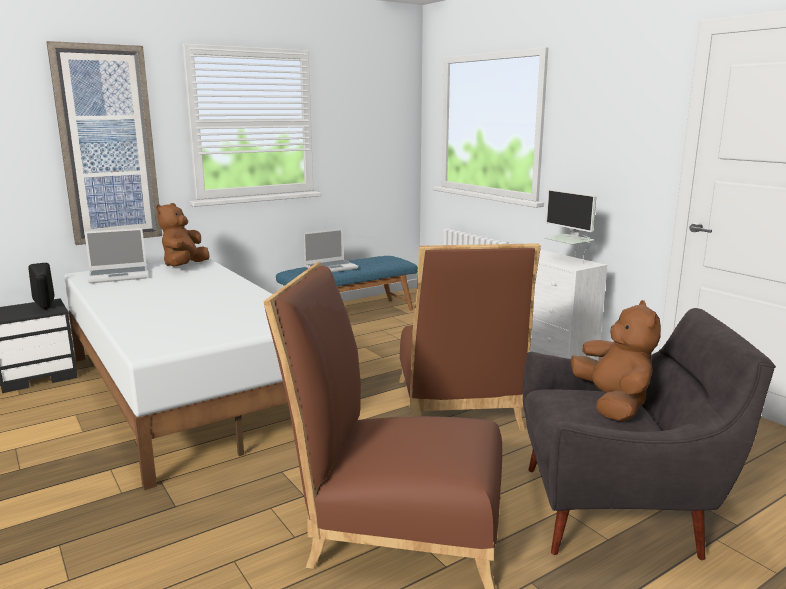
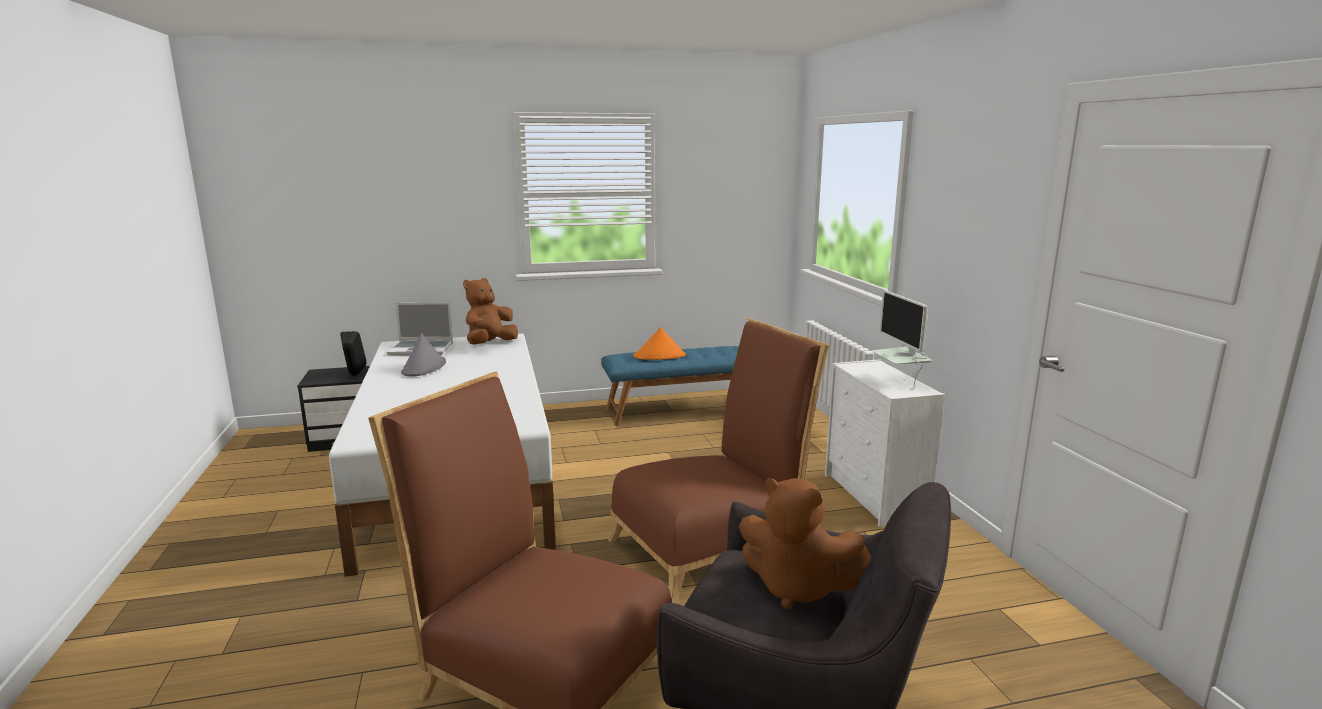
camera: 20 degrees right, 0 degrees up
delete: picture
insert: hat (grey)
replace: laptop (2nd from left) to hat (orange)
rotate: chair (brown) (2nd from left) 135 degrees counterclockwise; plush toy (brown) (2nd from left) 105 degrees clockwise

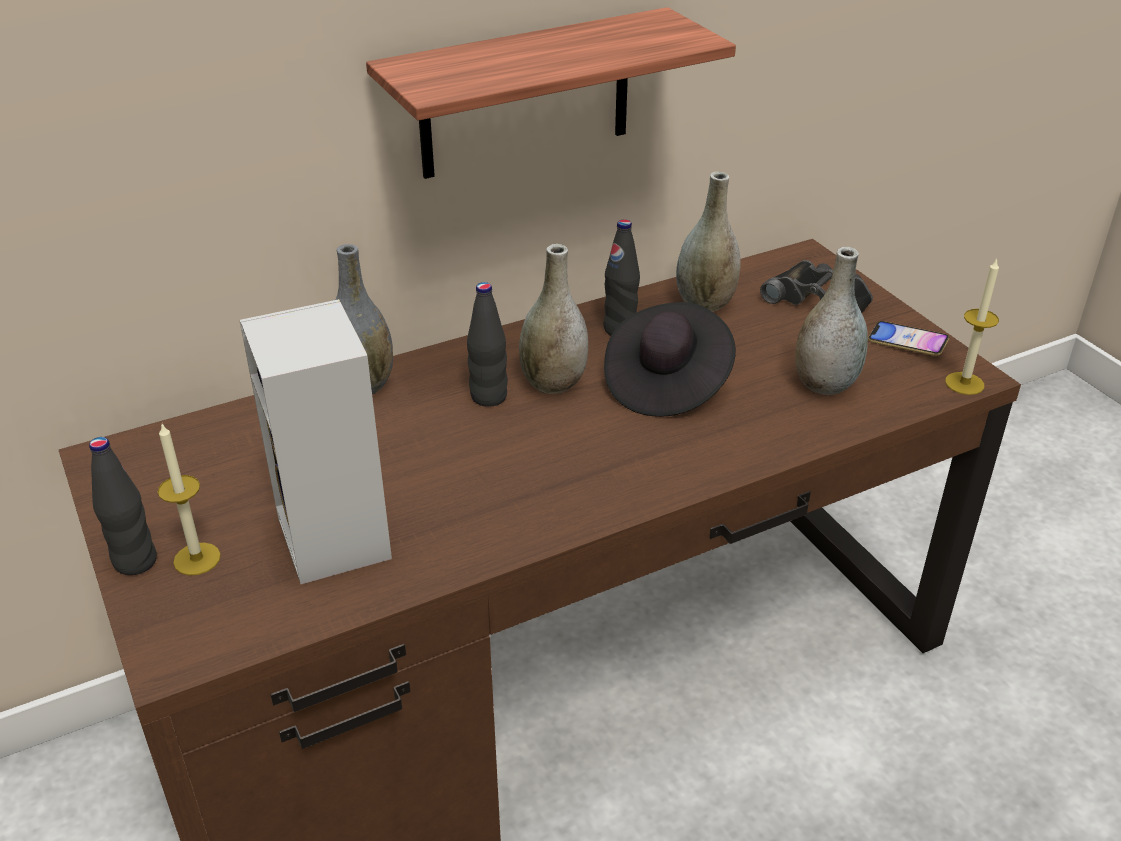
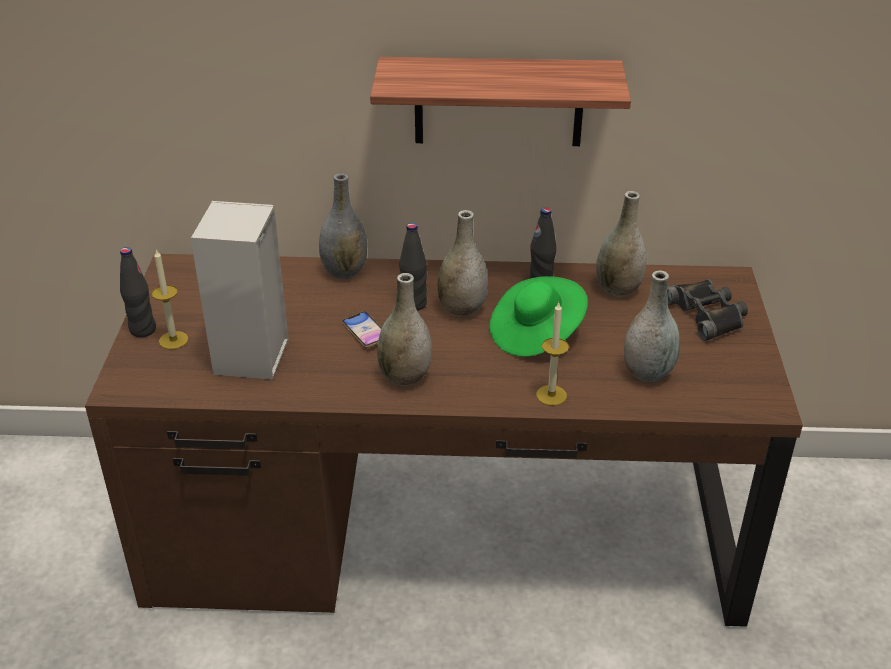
camera: 30 degrees right, 0 degrees up
insert: vase (grey) (2nd from left)
move: phone; candle (2nd from left)
recolor: hat (black) to hat (green)

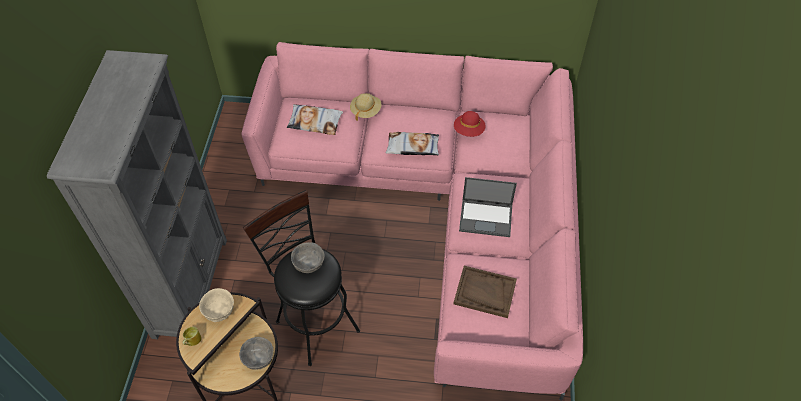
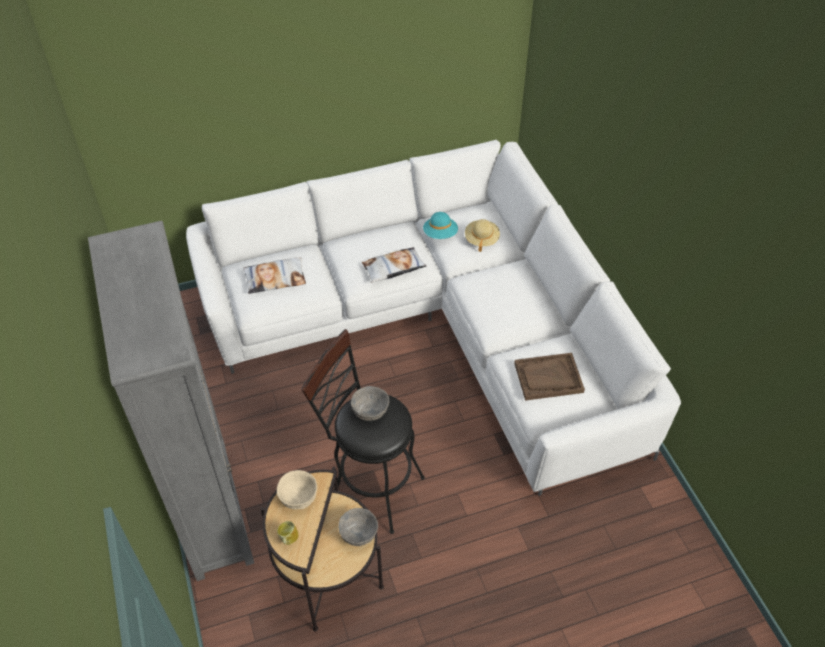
camera: 25 degrees left, 5 degrees down
delete: laptop
move: hat (beige)
recolor: sofa (pink) to sofa (white); hat (red) to hat (turquoise)

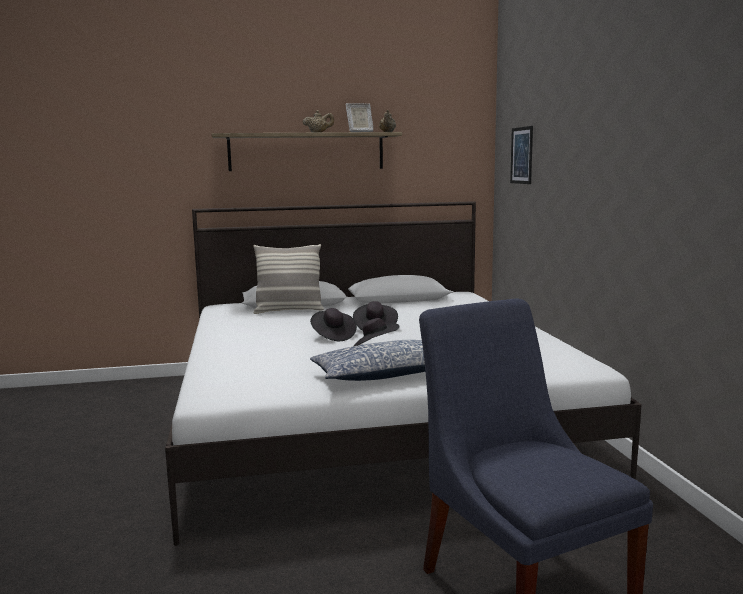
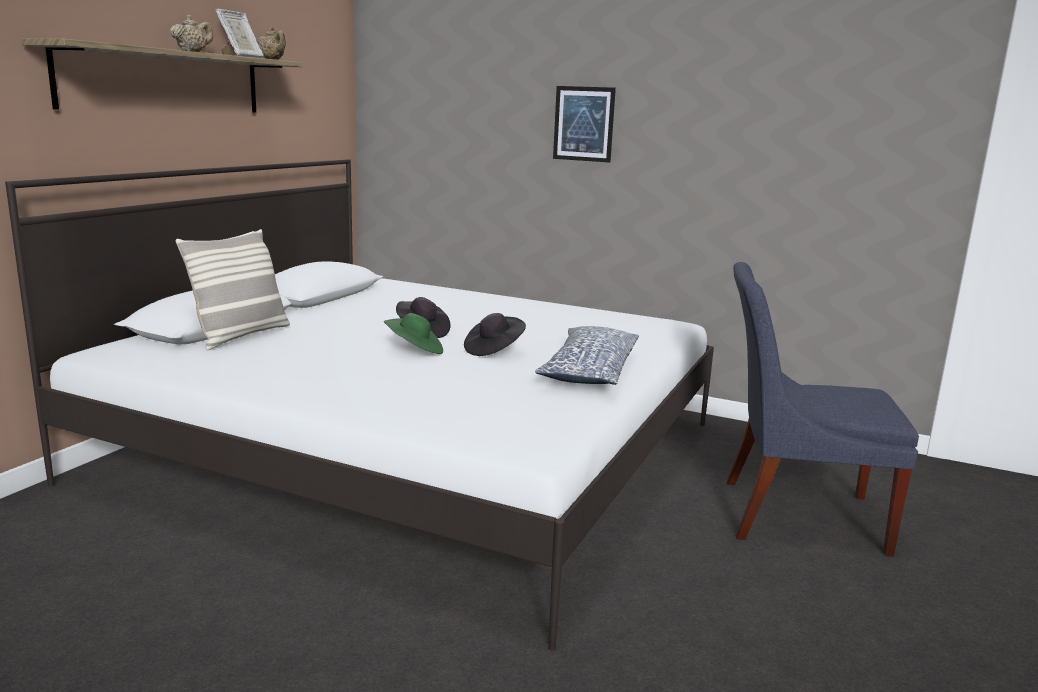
camera: 55 degrees left, 5 degrees up
move: picture
recolor: hat (black) (1st from left) to hat (green)

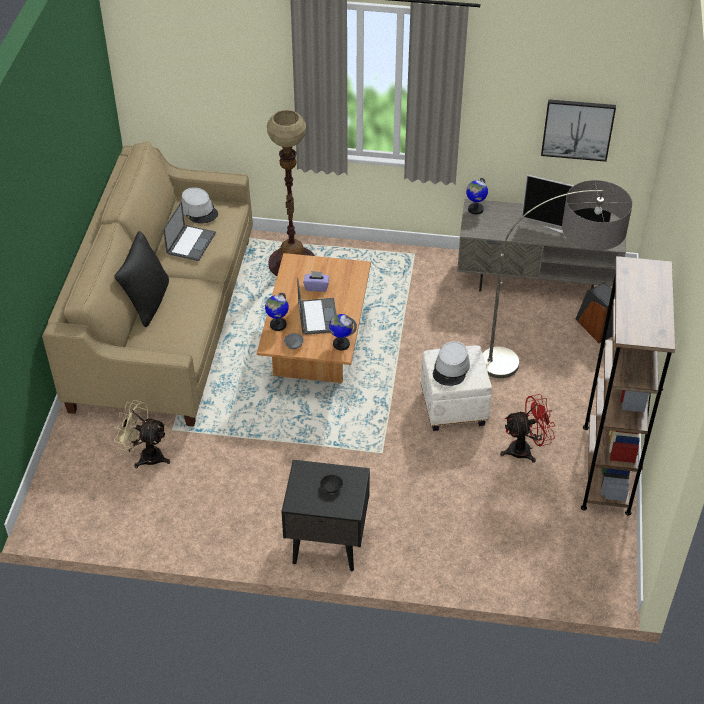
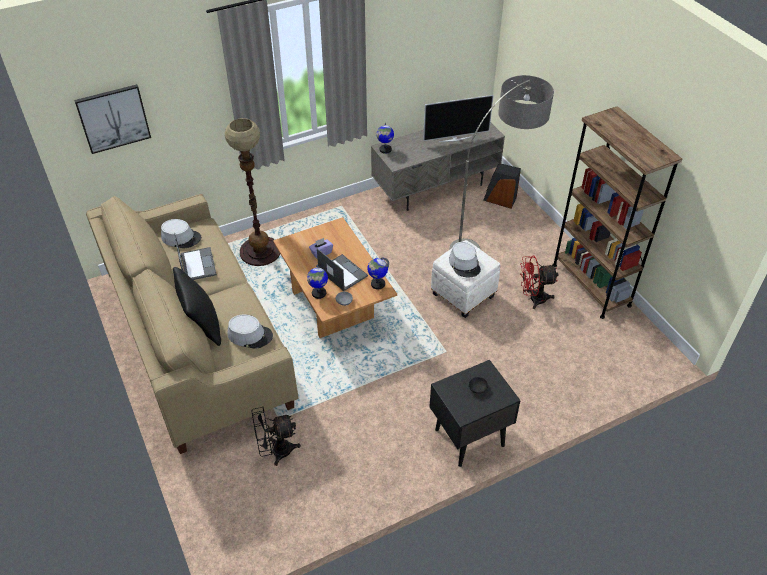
camera: 35 degrees left, 0 degrees up
insert: hat (grey) (2nd from left)
move: picture
recolor: fan (beige) to fan (black)
rotate: fan (red) 135 degrees counterclockwise

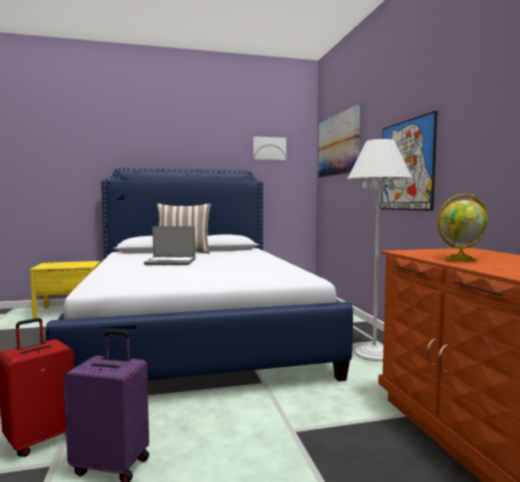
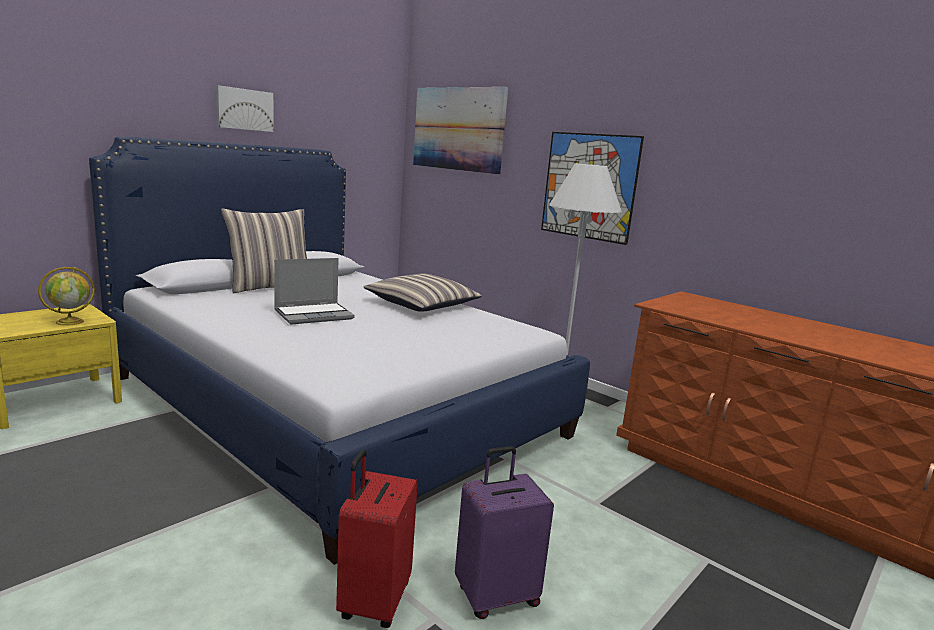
camera: 35 degrees left, 10 degrees up
insert: pillow (2nd from left)
move: globe; picture (1st from left)

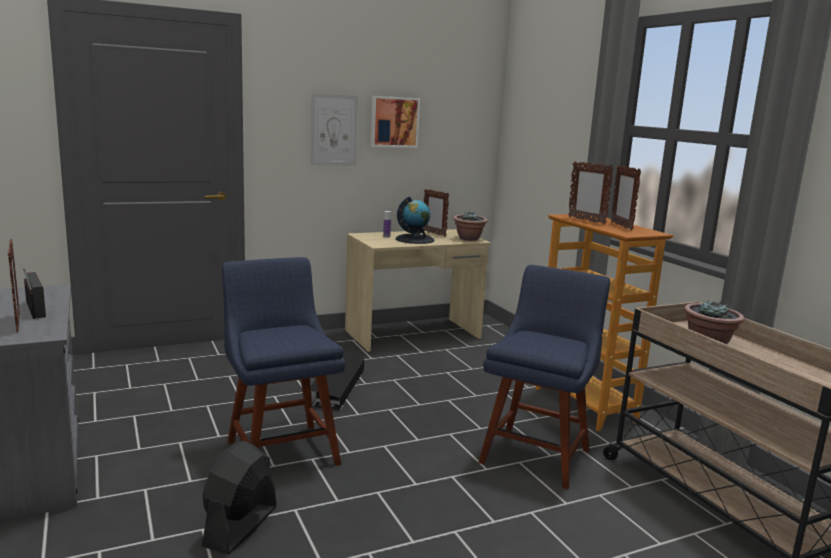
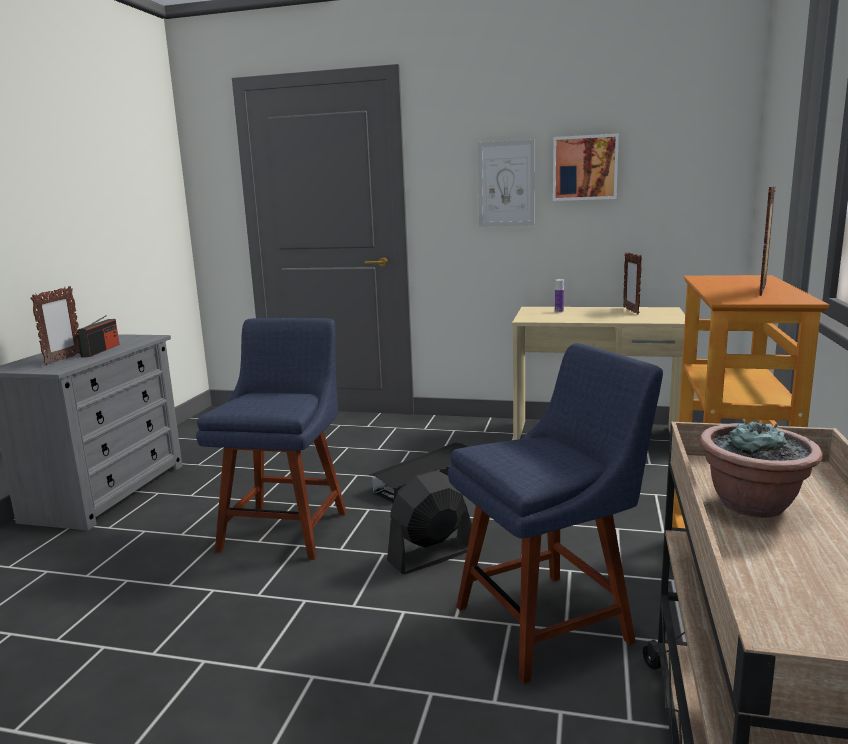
camera: 40 degrees right, 0 degrees up
delete: globe; potted plant (1st from left); picture frame (3rd from left)
move: fan (black)

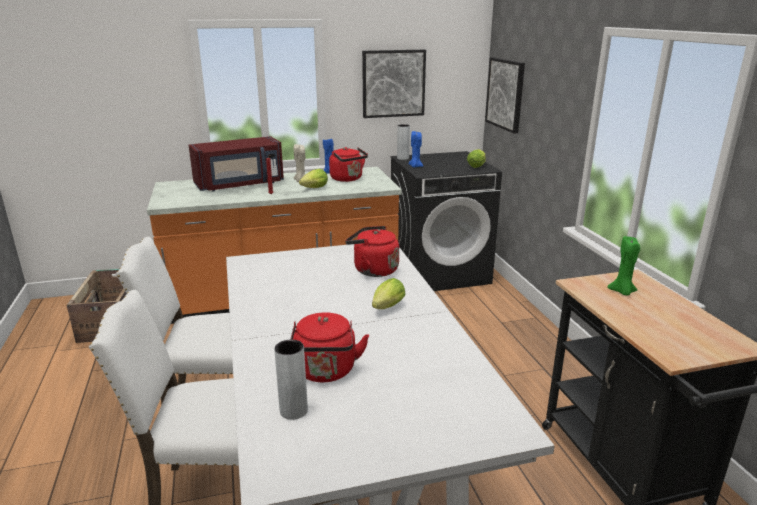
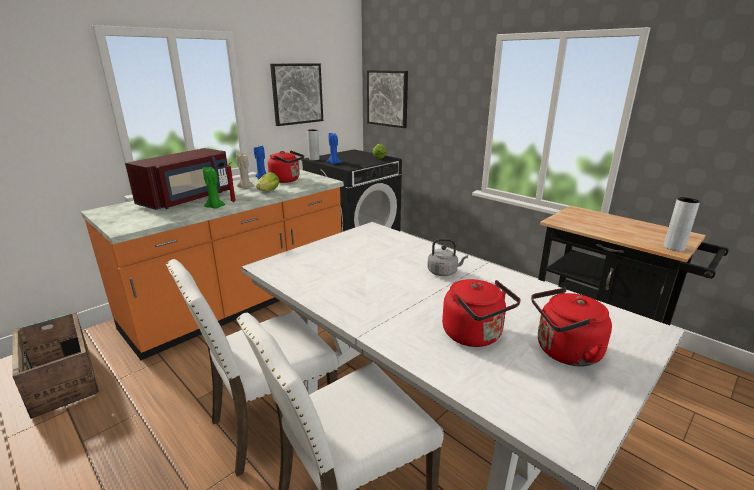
camera: 30 degrees left, 0 degrees up
move: candle (green); kettle (red) (3rd from left); vase (grey) (1st from left in the first image) to vase (grey) (2nd from left)
replace: lettuce (2nd from left) to kettle (grey)

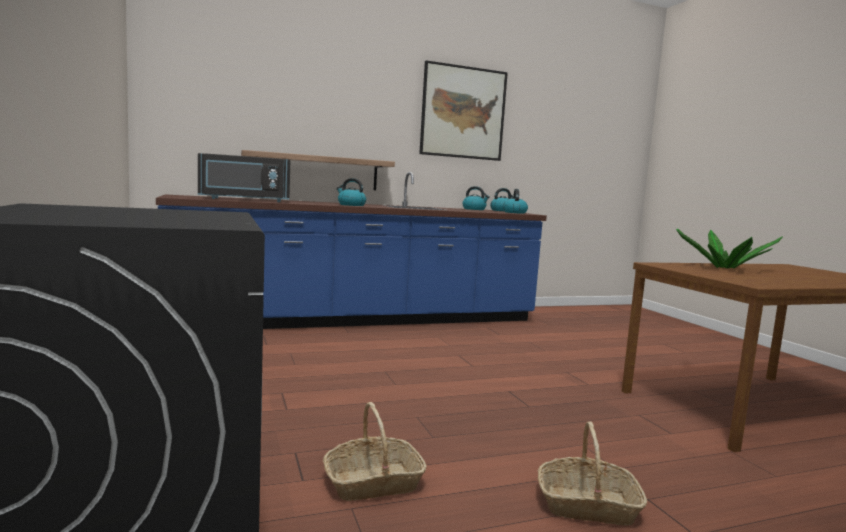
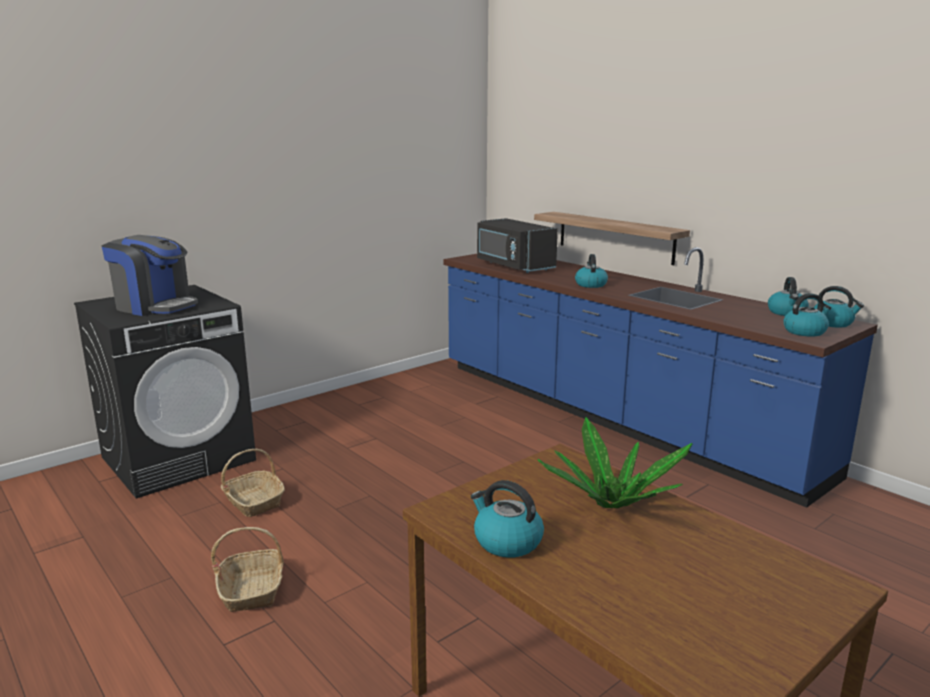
camera: 70 degrees right, 10 degrees up
delete: picture
insert: coffee machine; kettle (1st from left)

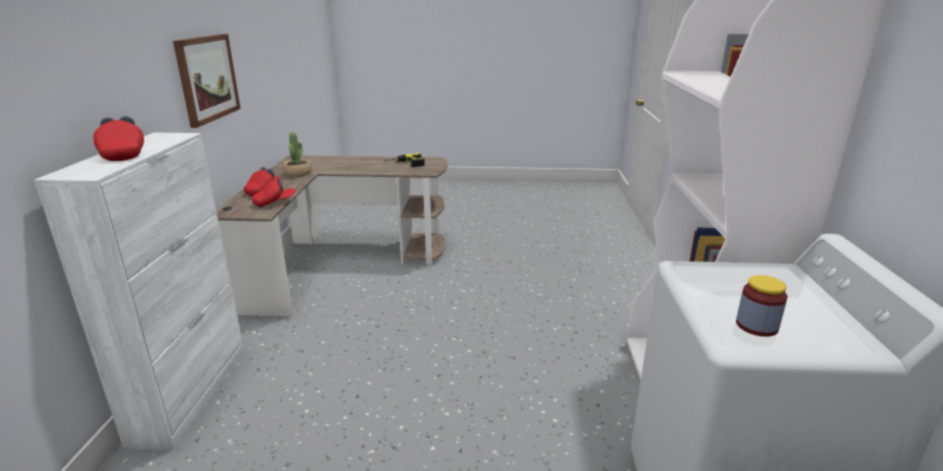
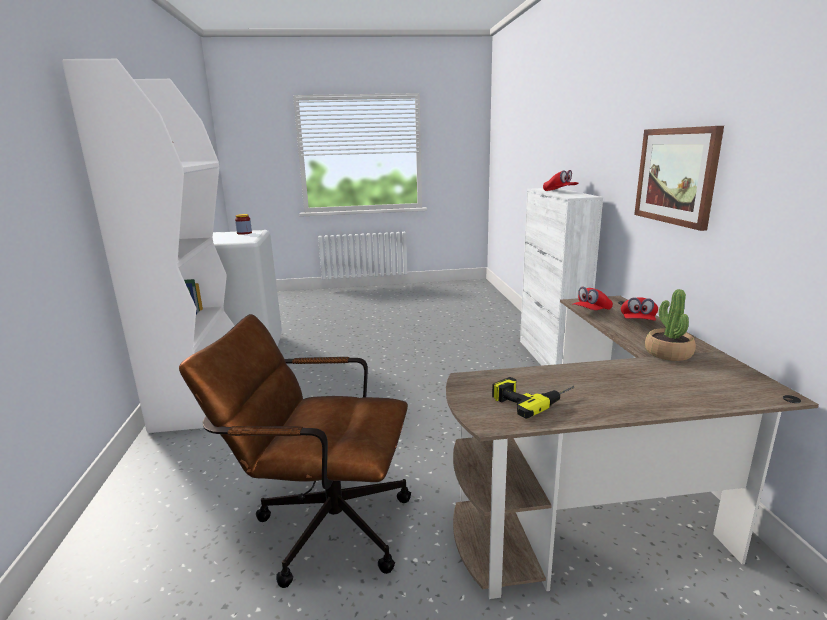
camera: 170 degrees right, 5 degrees down
insert: office chair (brown)

